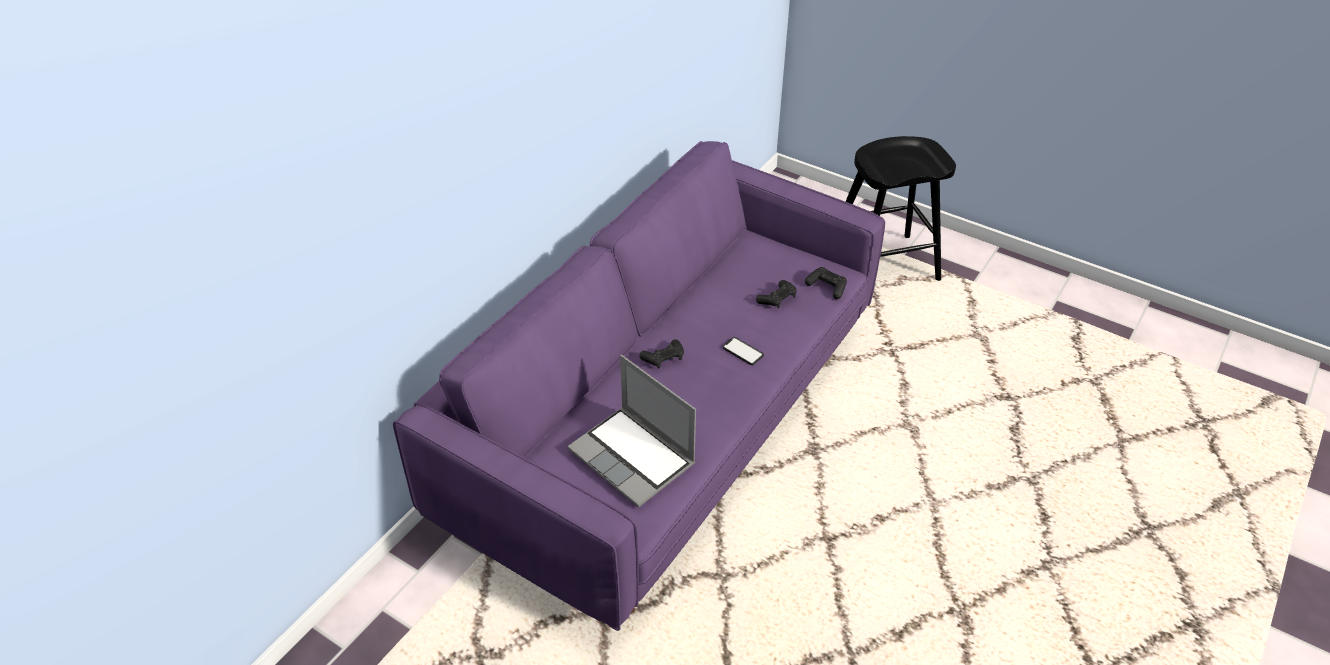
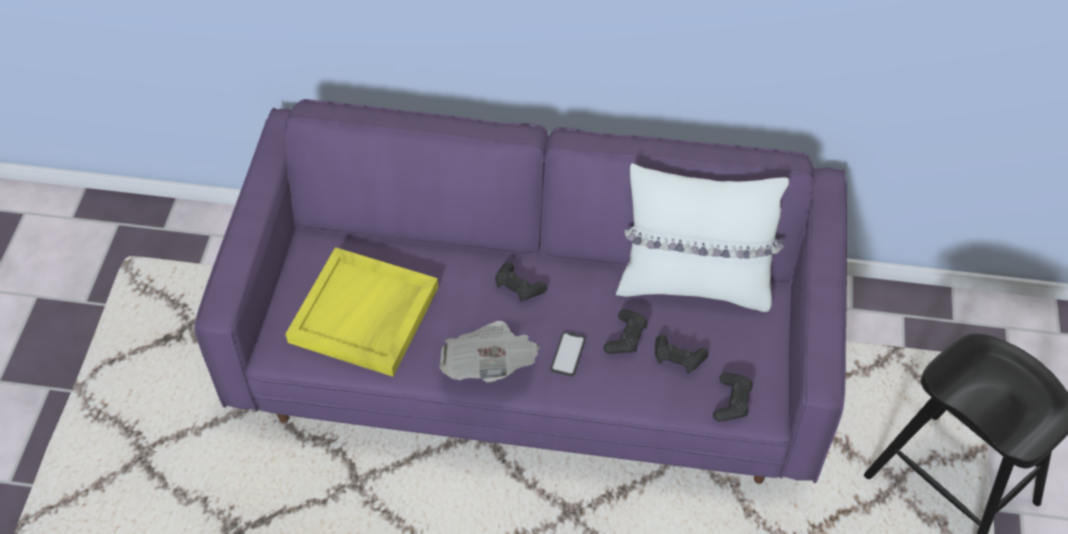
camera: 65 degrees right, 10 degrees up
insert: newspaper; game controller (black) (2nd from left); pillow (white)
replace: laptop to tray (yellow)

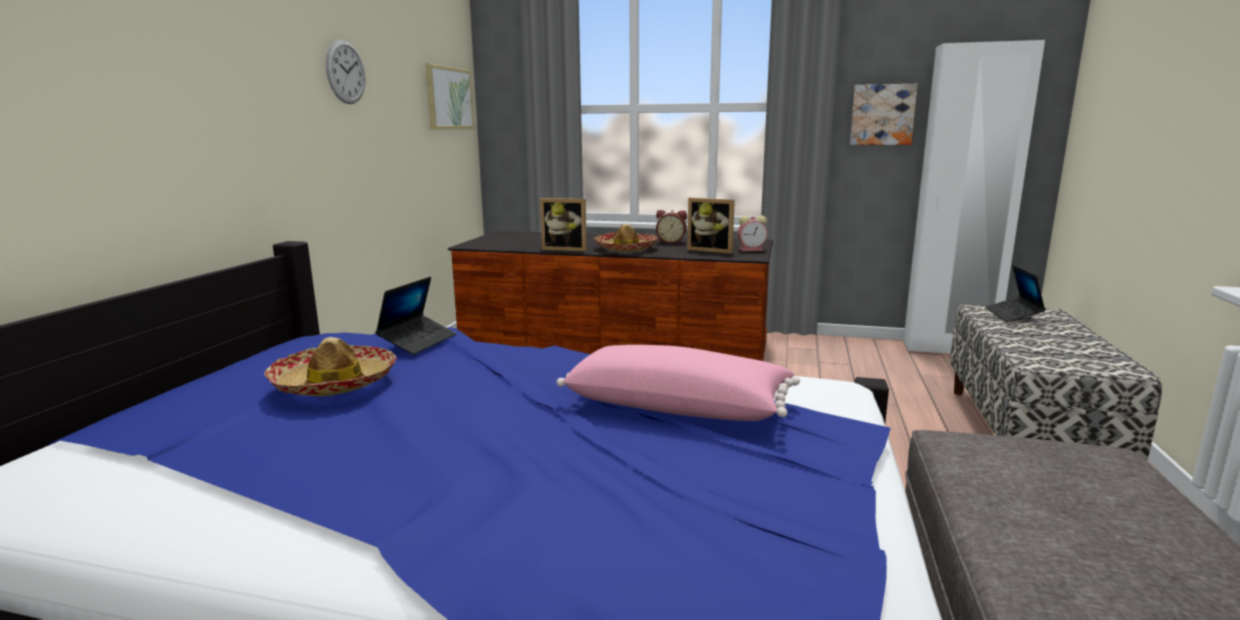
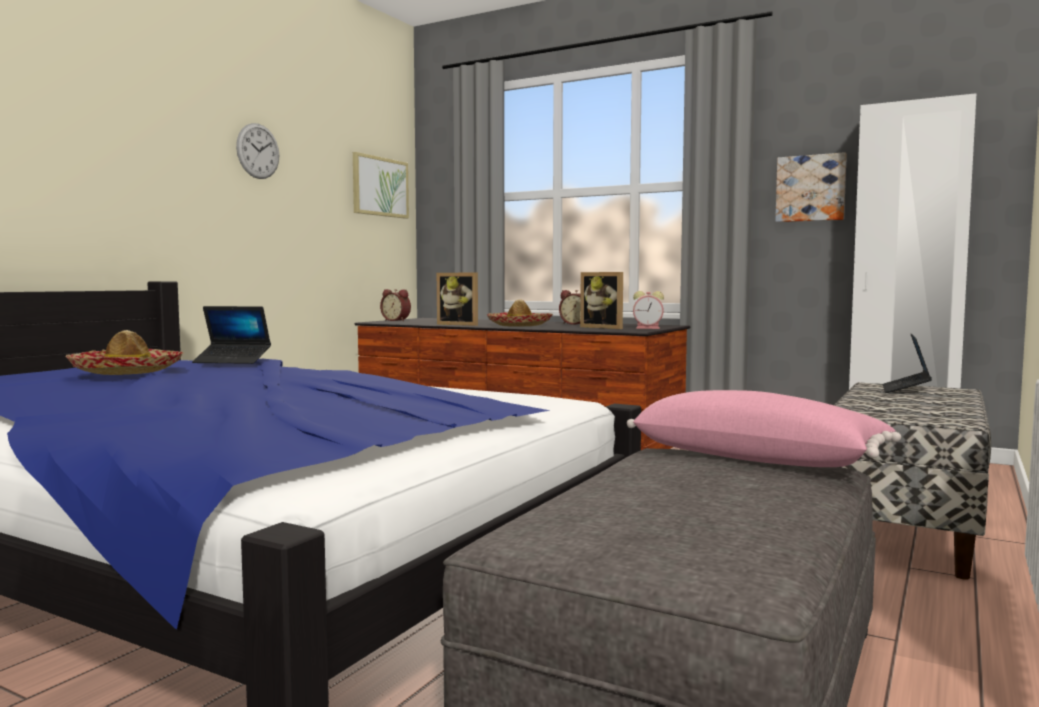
camera: 15 degrees right, 10 degrees down
insert: alarm clock (1st from left)
move: pillow (pink)
rotate: laptop (1st from left) 60 degrees clockwise

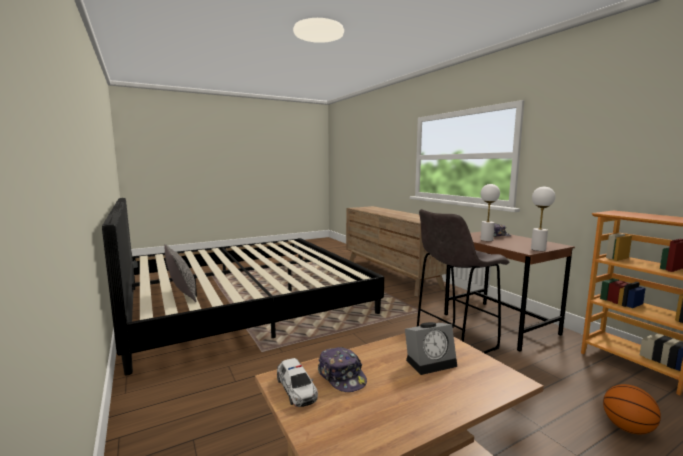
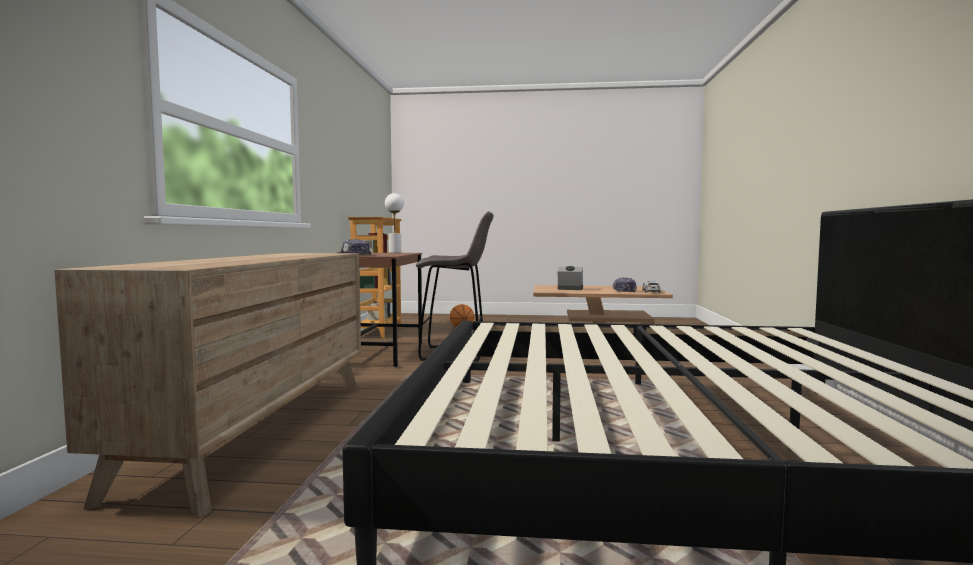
camera: 145 degrees left, 5 degrees down
delete: pillow; table lamp (white) (1st from left)

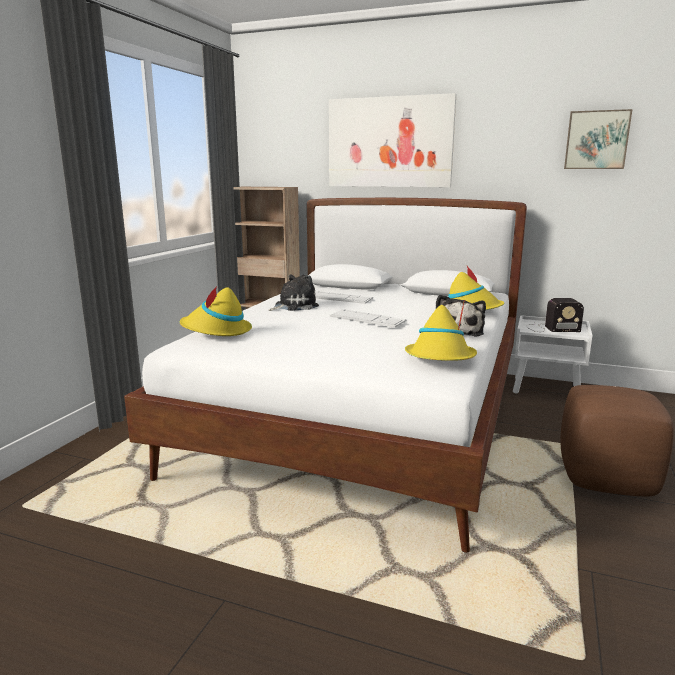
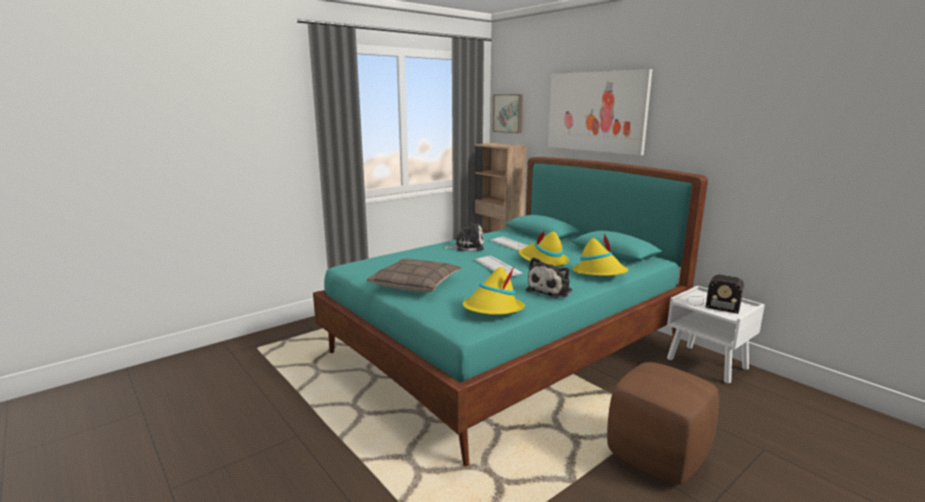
camera: 30 degrees right, 0 degrees up
insert: pillow
move: picture (2nd from left in the first image) to picture (1st from left); hat (yellow) (1st from left in the first image) to hat (yellow) (2nd from left)
recolor: bed (white) to bed (turquoise)

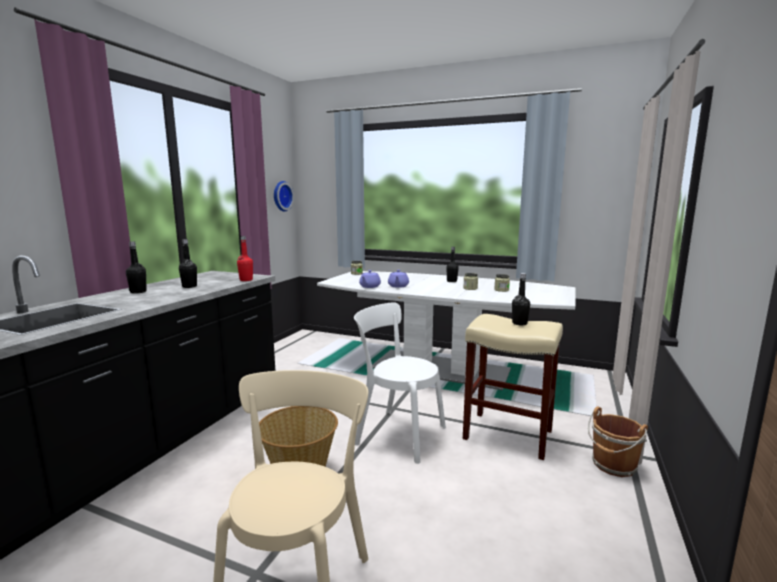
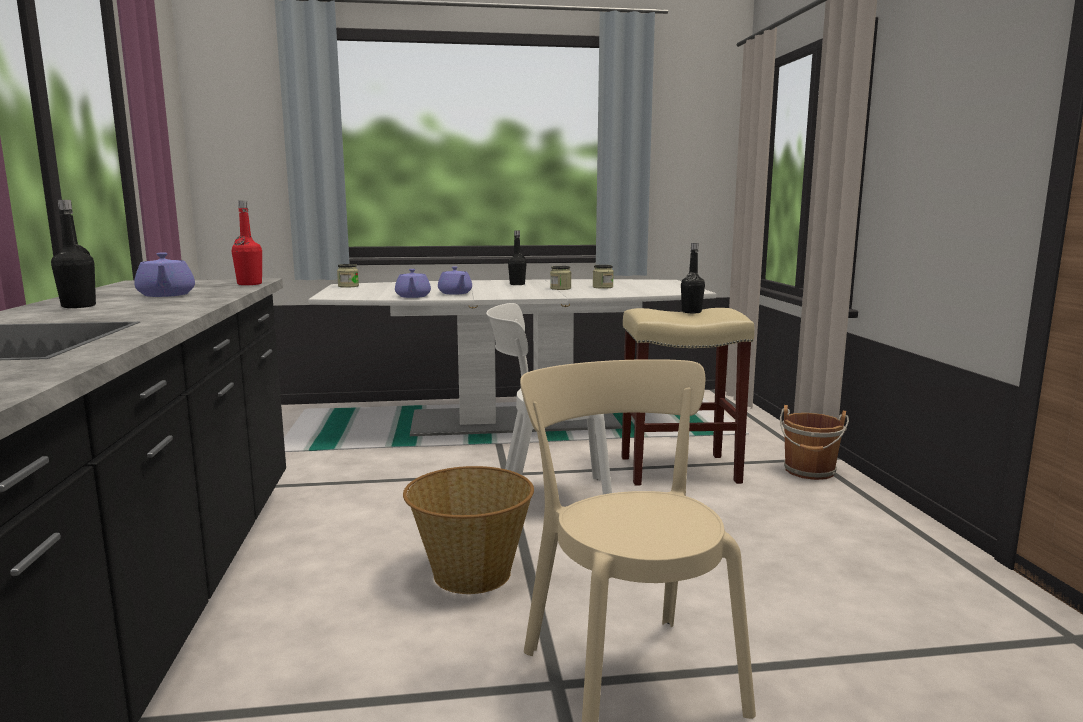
camera: 30 degrees left, 0 degrees up
delete: wall clock
replace: bottle (black) (2nd from left) to teapot (purple) (1st from left)

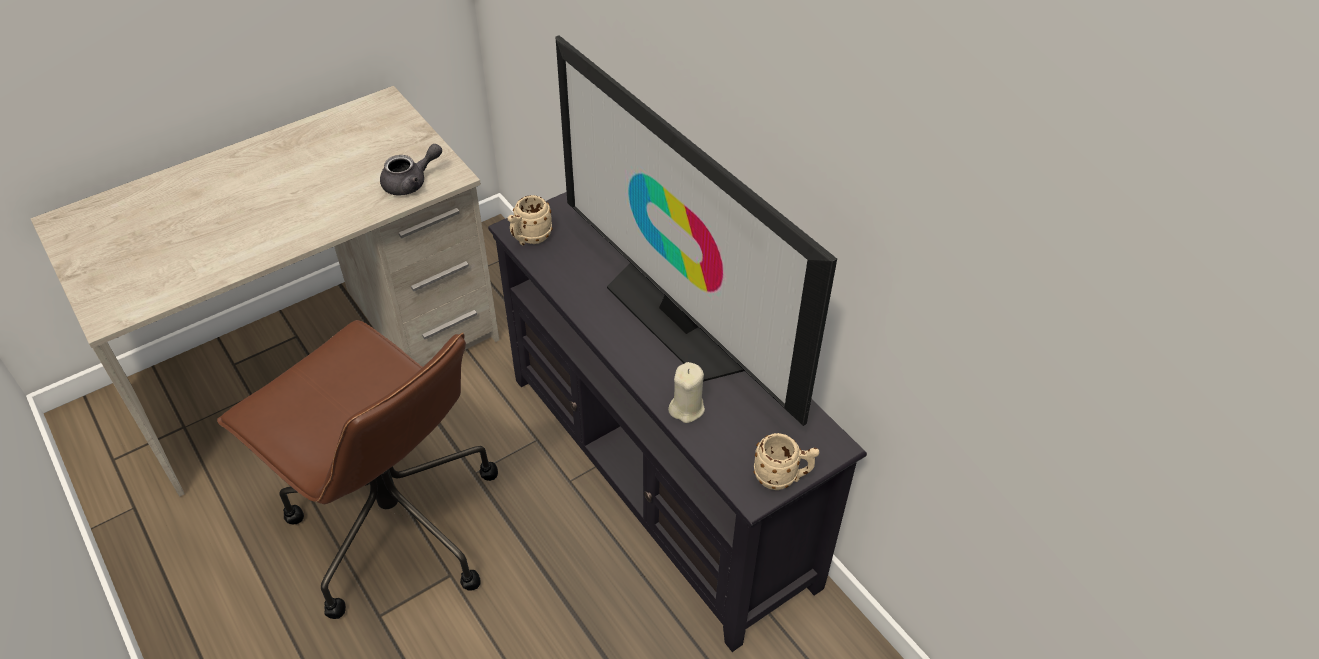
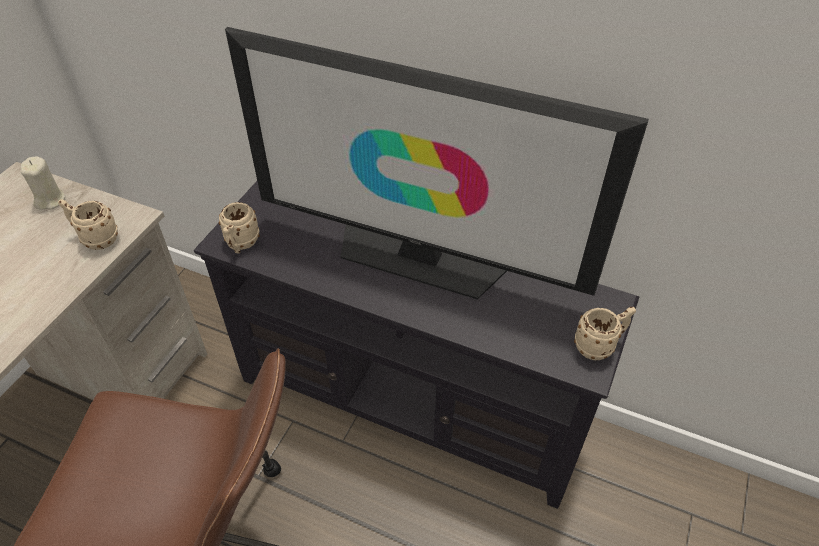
camera: 30 degrees left, 0 degrees up
move: candle (beige)
replace: teapot (grey) to mug (beige) (1st from left)

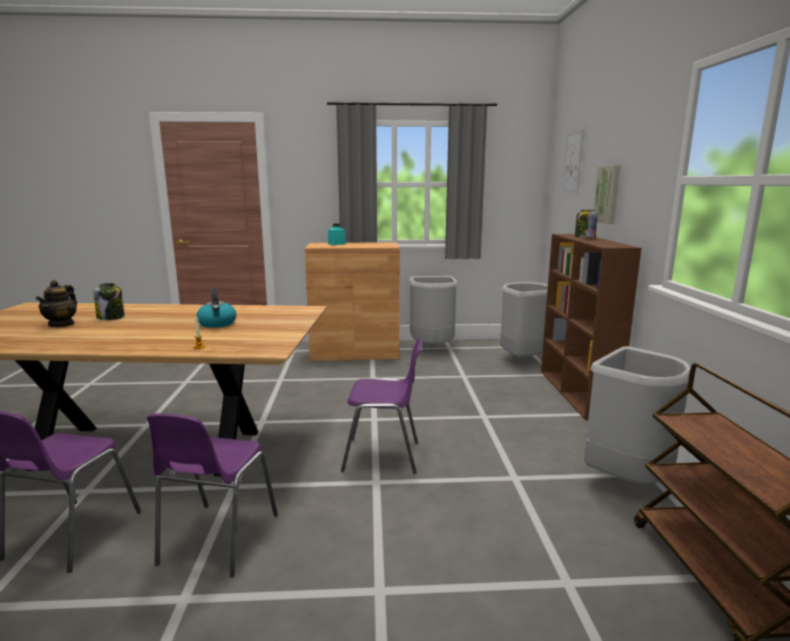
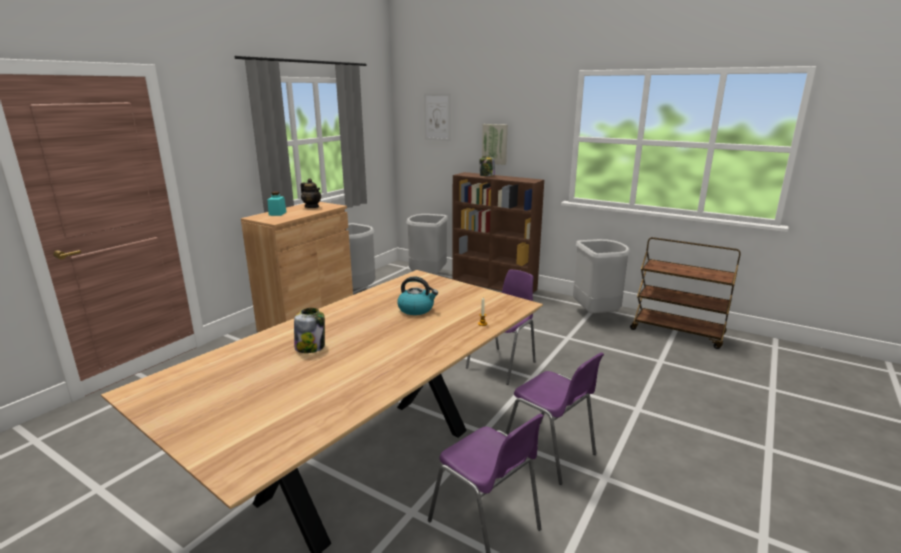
camera: 55 degrees left, 5 degrees up
move: teapot

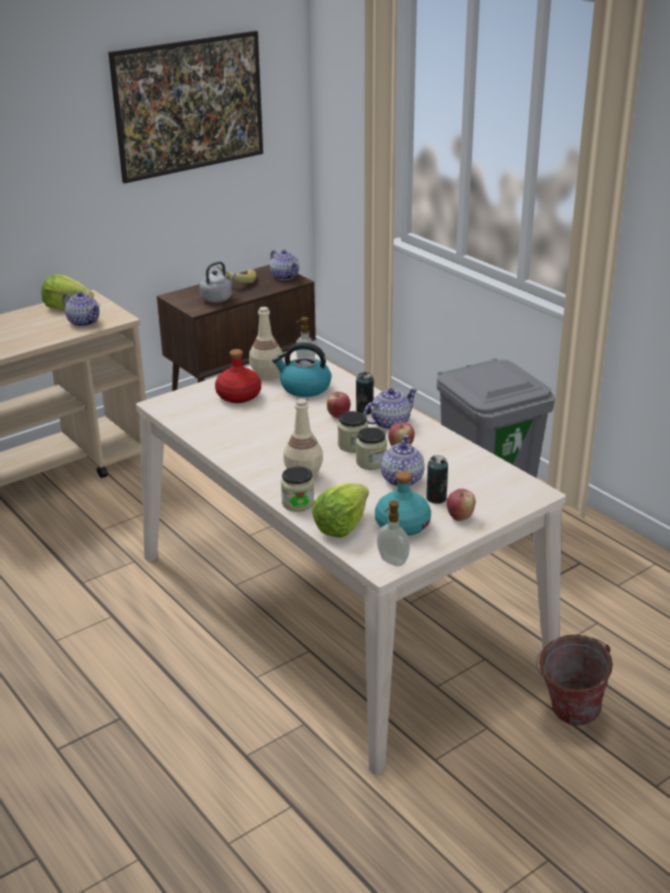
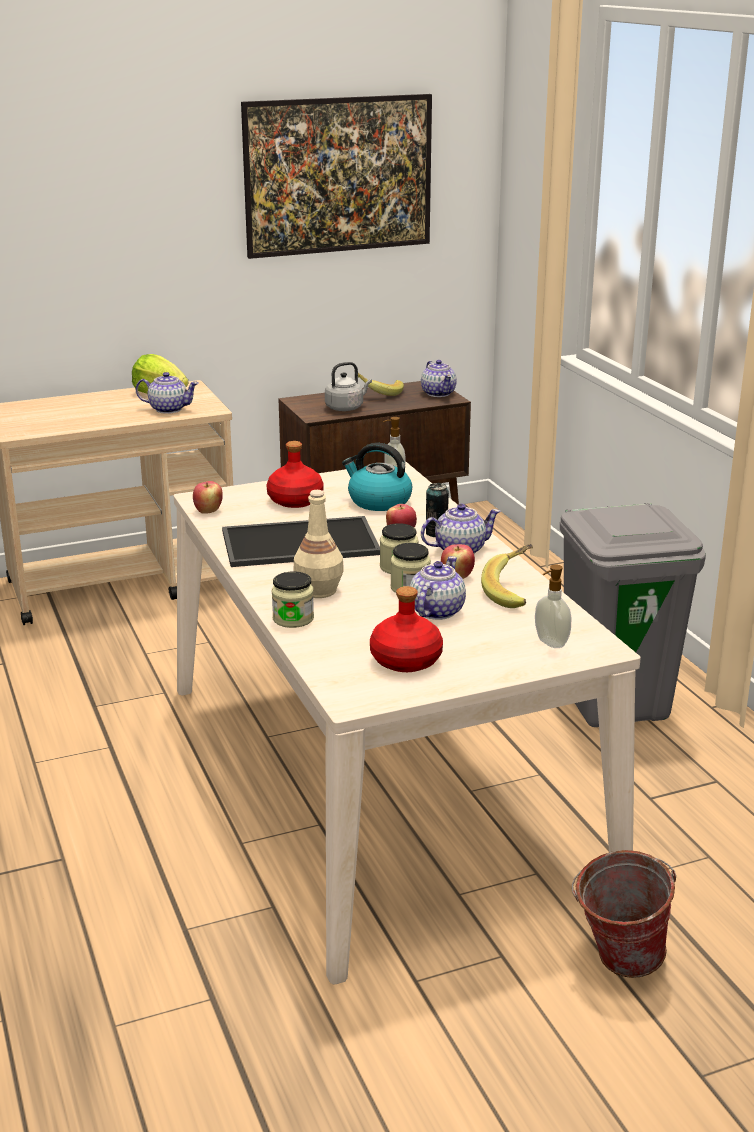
camera: 15 degrees right, 5 degrees down
delete: bottle (beige) (1st from left); lettuce (2nd from left); can (2nd from left)
insert: tray; banana (2nd from left)
move: apple (3rd from left in the first image) to apple (1st from left); soap dispenser (2nd from left)
recolor: bottle (turquoise) to bottle (red) (2nd from left)
rotate: teapot (1st from left) 45 degrees counterclockwise

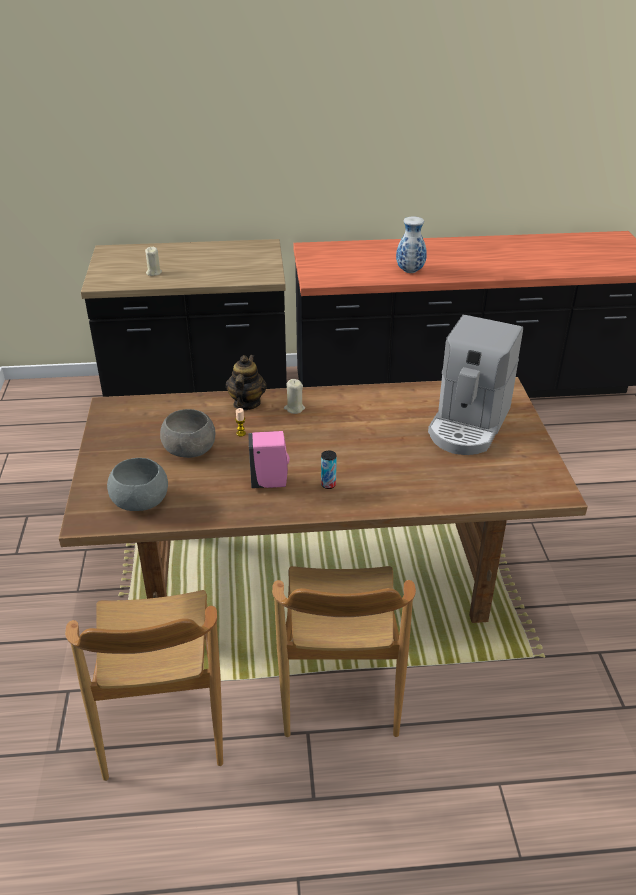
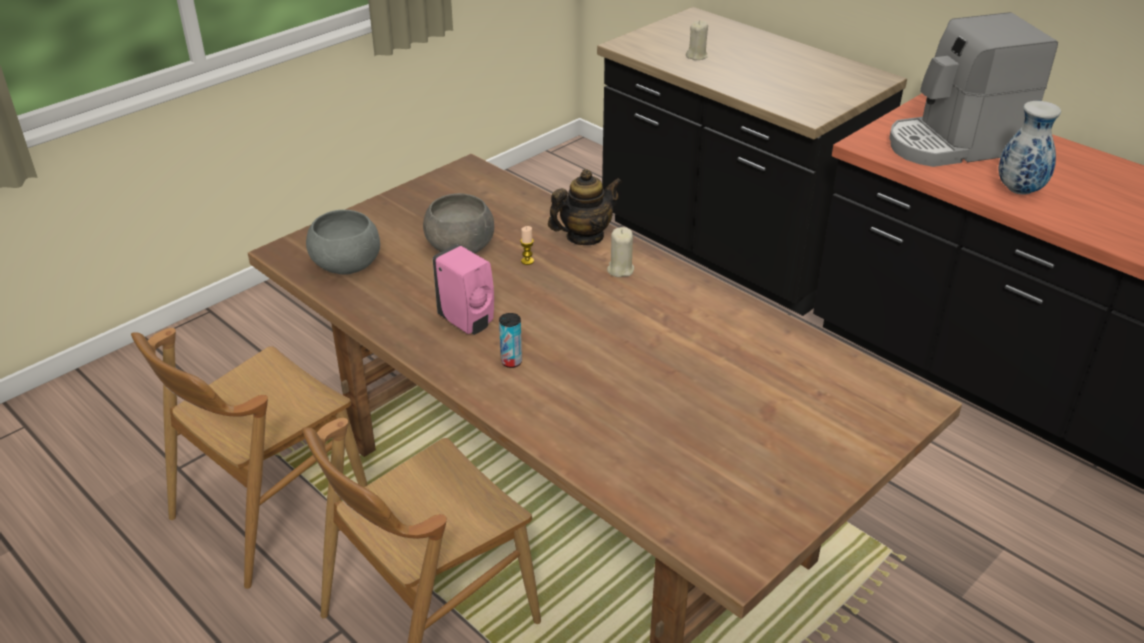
camera: 50 degrees right, 0 degrees up
move: coffee machine

